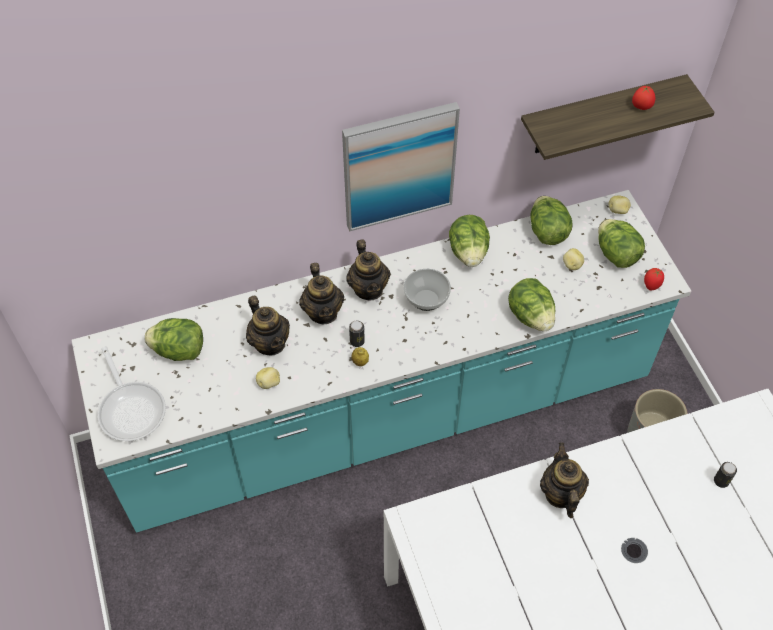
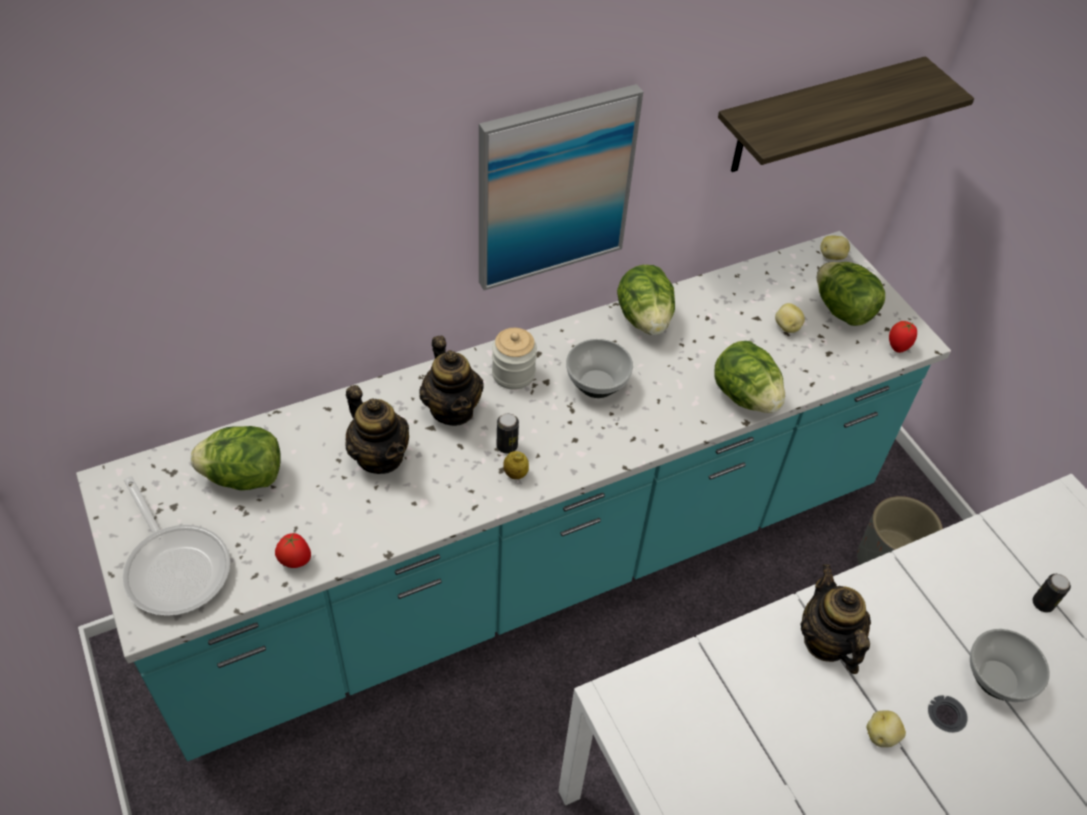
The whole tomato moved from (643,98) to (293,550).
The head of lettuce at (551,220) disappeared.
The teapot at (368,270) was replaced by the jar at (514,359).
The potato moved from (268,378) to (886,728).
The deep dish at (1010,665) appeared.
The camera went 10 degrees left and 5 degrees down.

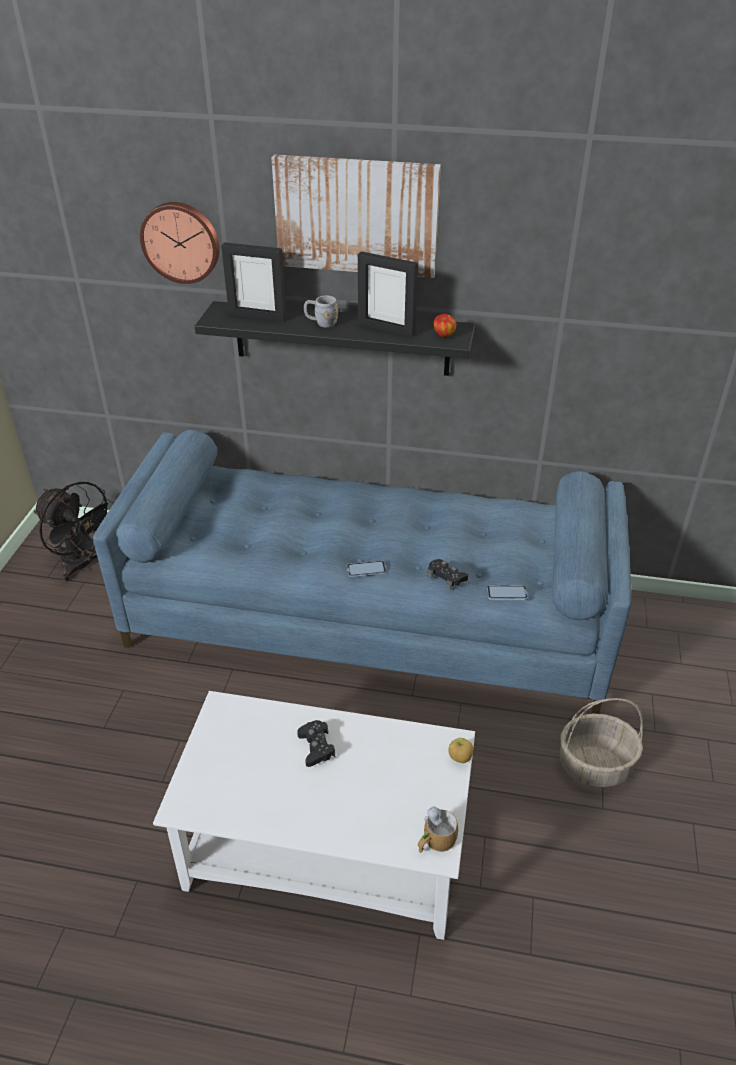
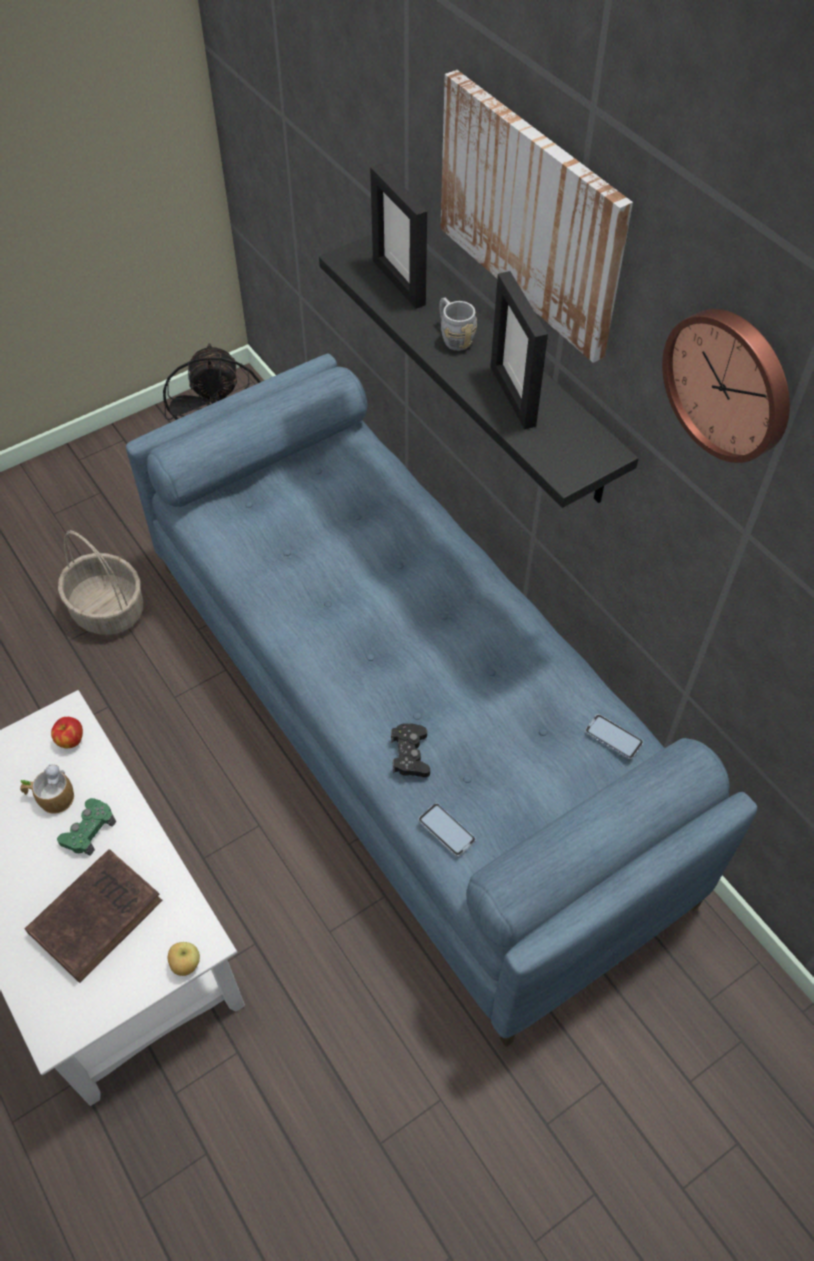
The wall clock moved from (180,243) to (726,386).
The apple moved from (444,325) to (67,732).
The handset moved from (366,568) to (614,737).
The household basket moved from (601,742) to (100,582).
The black joypad at (316,743) became the green joypad at (86,827).
The mug moved from (438,830) to (47,789).
The brown book at (94,916) appeared.
The camera went 45 degrees right and 15 degrees up.

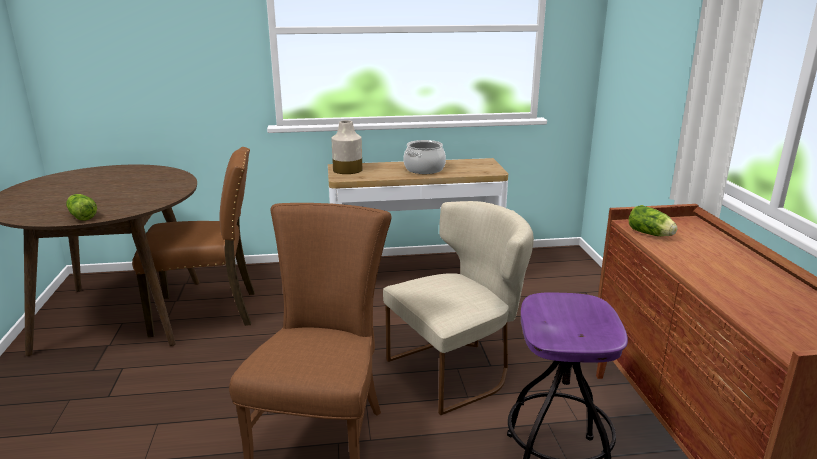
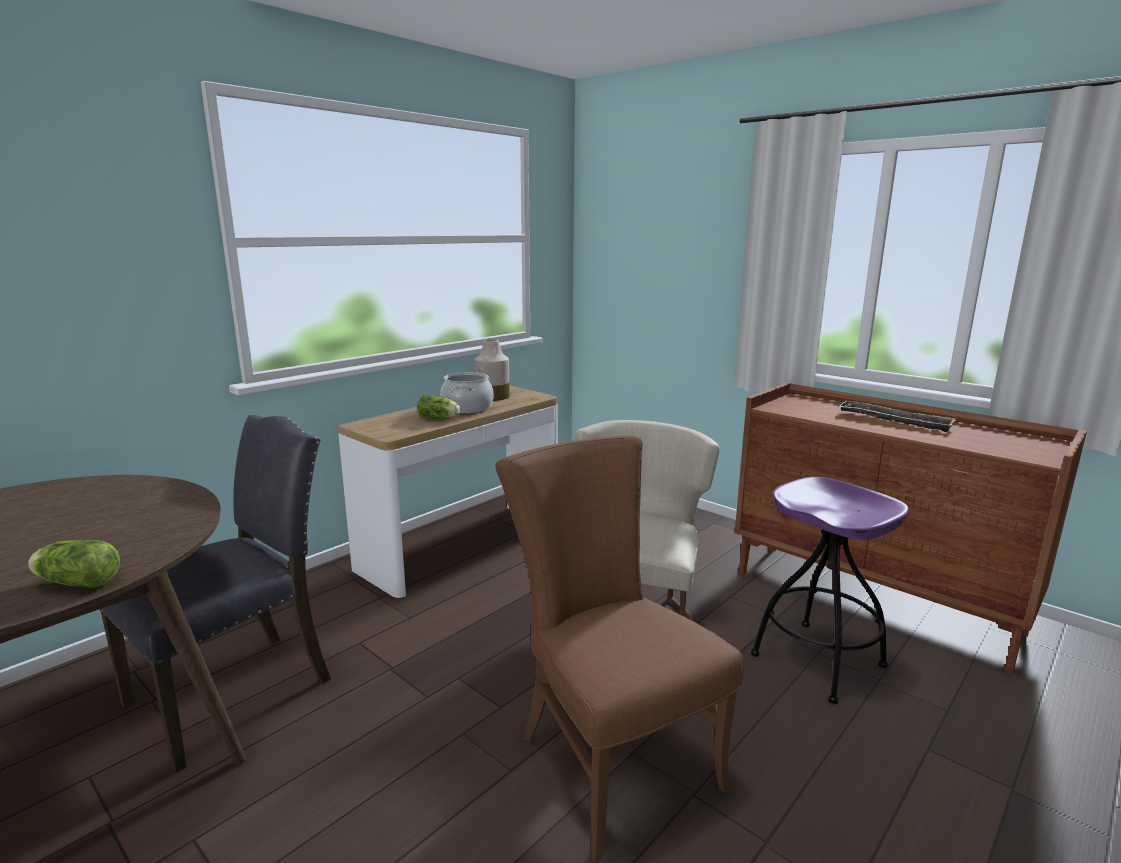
The sand-coloured flower vase moved from (346,147) to (492,370).
The brown upright chair at (193,242) became the grey upright chair at (215,594).
The head of lettuce moved from (653,220) to (438,407).
The tray at (897,416) appeared.
The camera went 40 degrees left and 5 degrees down.

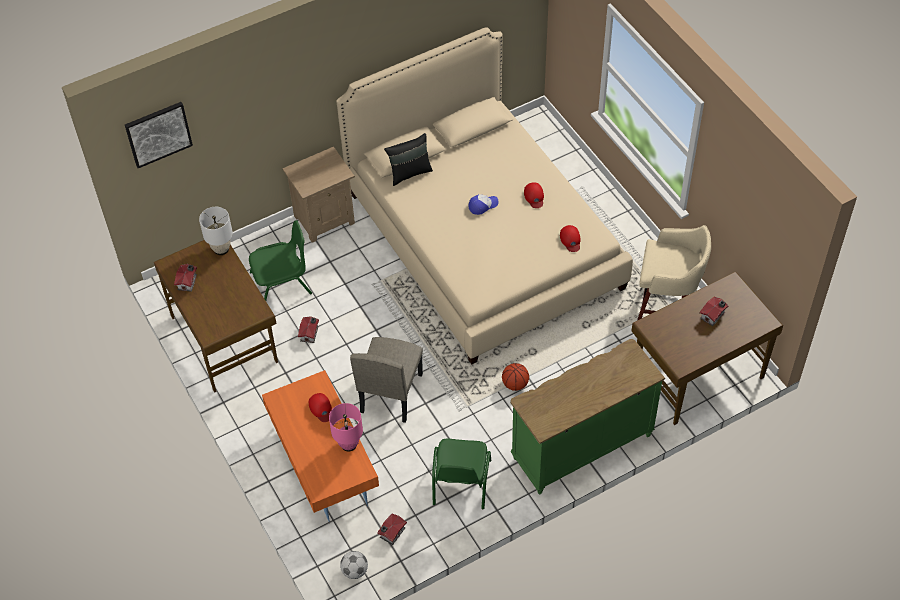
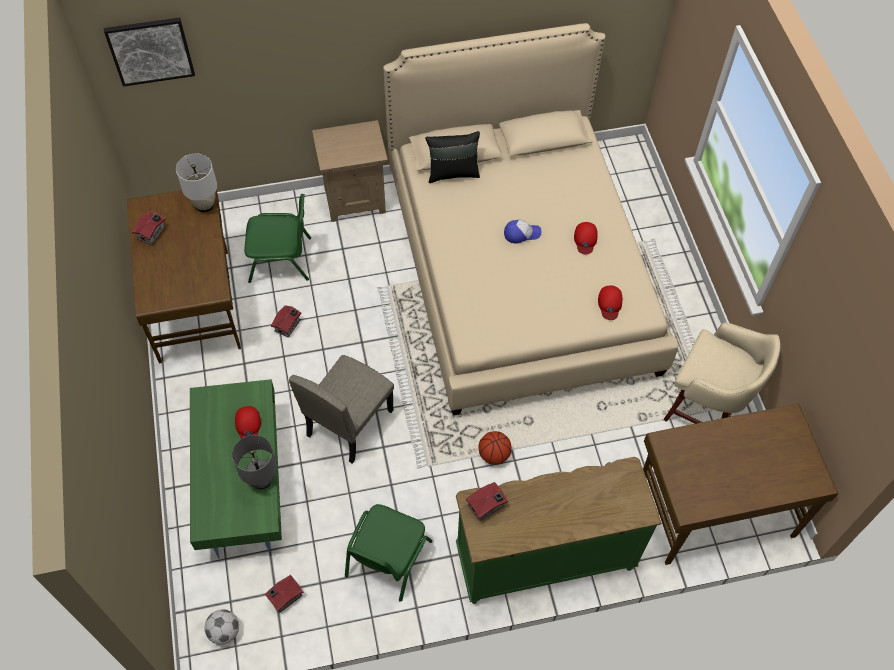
The toy house moved from (714,311) to (487,501).
The orange low table at (320,447) became the green low table at (236,470).
The pink lamp for a table at (346,427) became the grey lamp for a table at (254,462).
The camera went 15 degrees right and 5 degrees up.

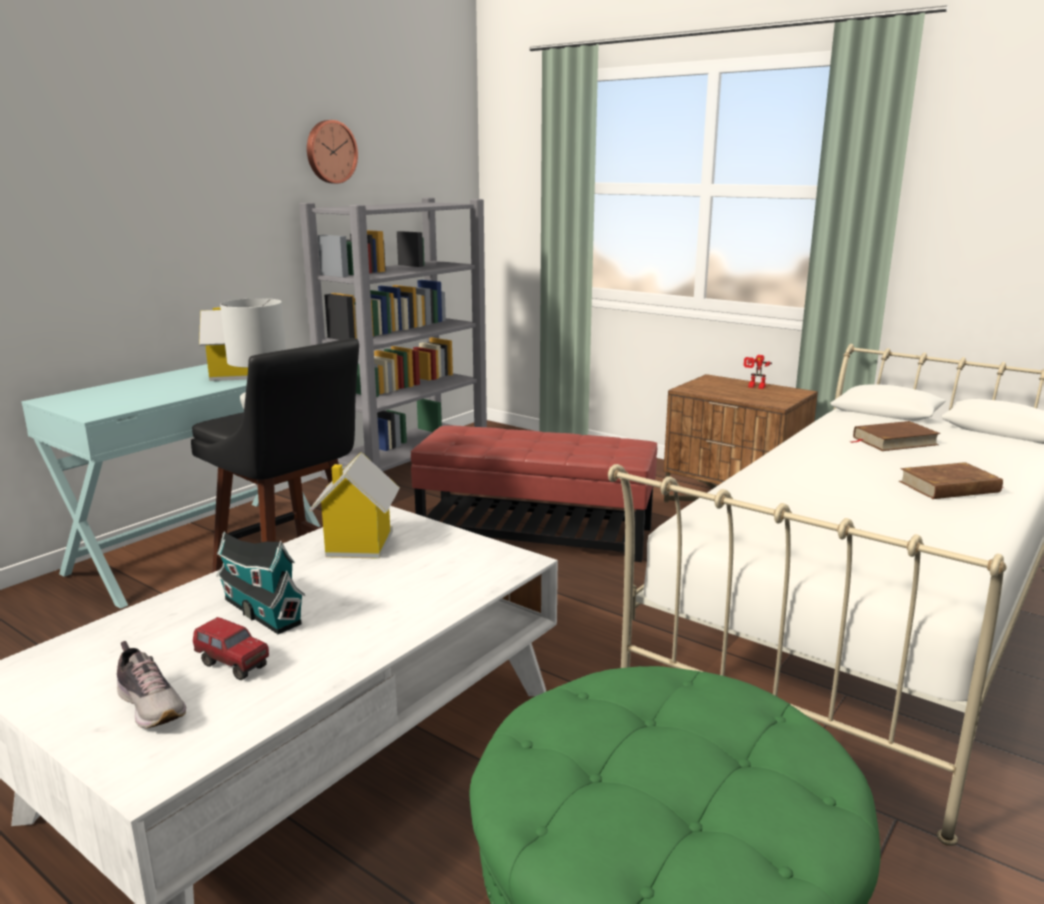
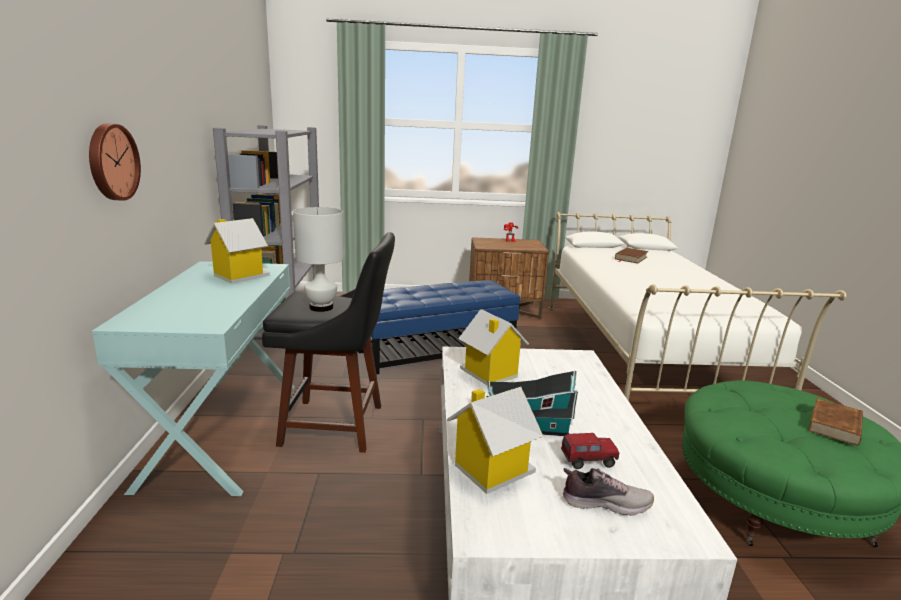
The wall clock moved from (332,152) to (115,162).
The red-coloured ottoman at (534,493) became the bluish ottoman at (439,327).
The brown book moved from (951,480) to (835,422).
The toy house at (495,440) appeared.
The camera went 40 degrees left and 0 degrees up.

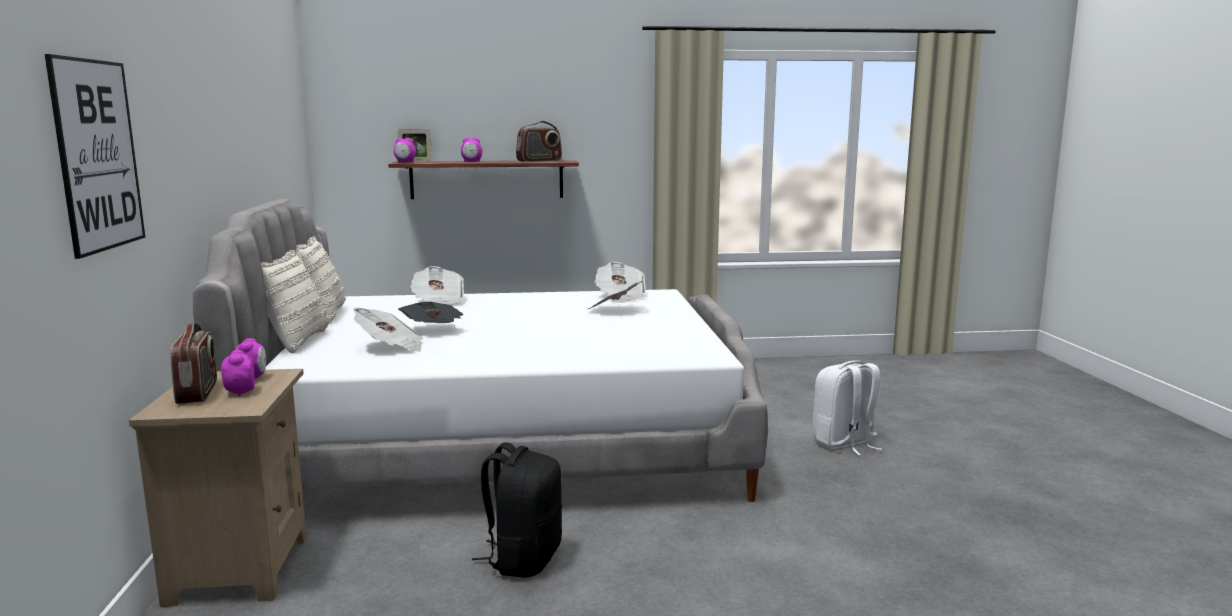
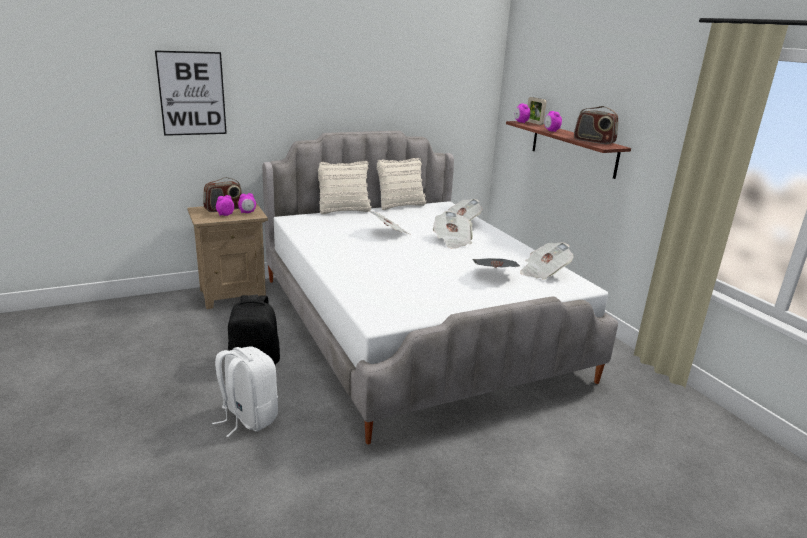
The daily paper moved from (388,329) to (453,230).
The whitish backpack moved from (847,407) to (245,392).
The camera went 70 degrees right and 10 degrees up.

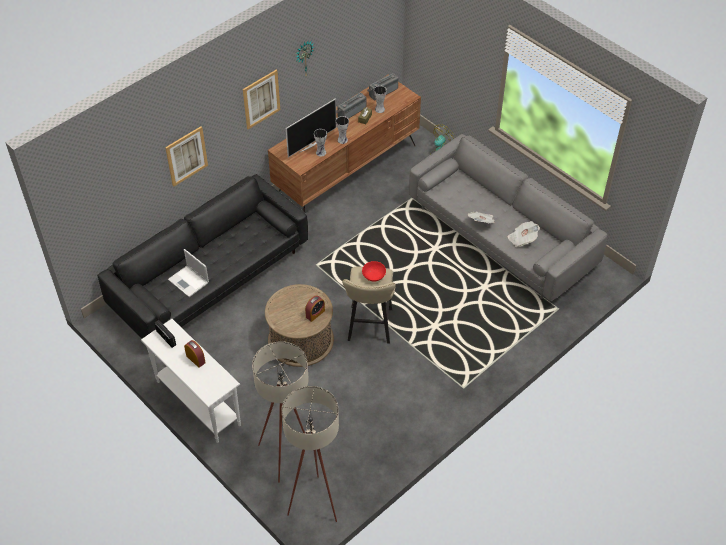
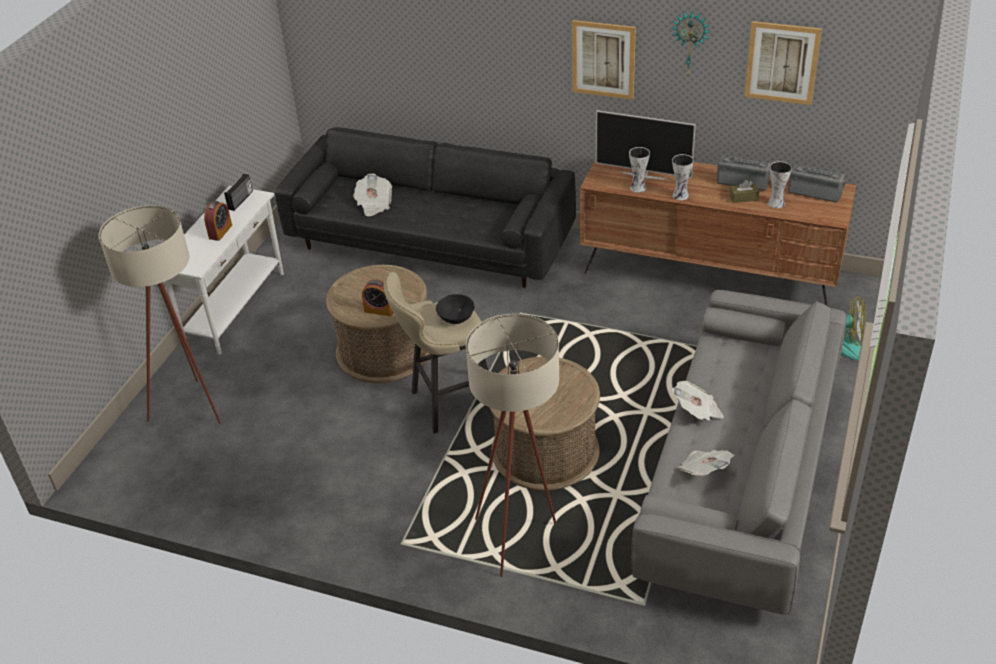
The picture moved from (186,156) to (783,63).
The portable computer at (188,273) was replaced by the daily paper at (372,195).
The red-coloured deep dish at (374,271) became the black deep dish at (455,309).
The sand-coloured floor lamp moved from (310,454) to (512,445).
The brown low table at (544,423) appeared.
The camera went 65 degrees right and 10 degrees down.

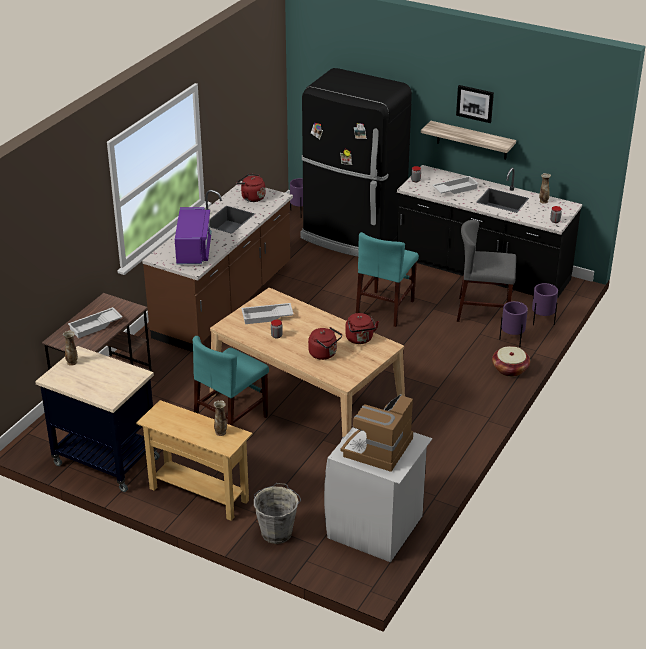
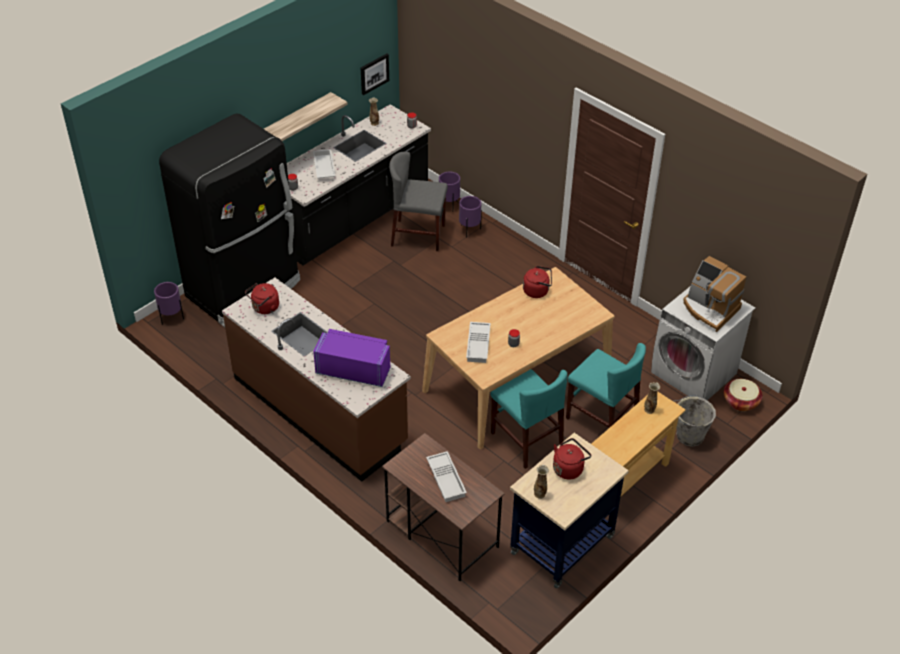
The picture moved from (475,104) to (375,74).
The grey upright chair at (486,271) turned 75 degrees clockwise.
The turquoise upright chair moved from (387,279) to (606,385).
The red-coloured water kettle moved from (325,343) to (572,458).
The household basket moved from (511,361) to (743,395).
The camera went 75 degrees left and 10 degrees up.

